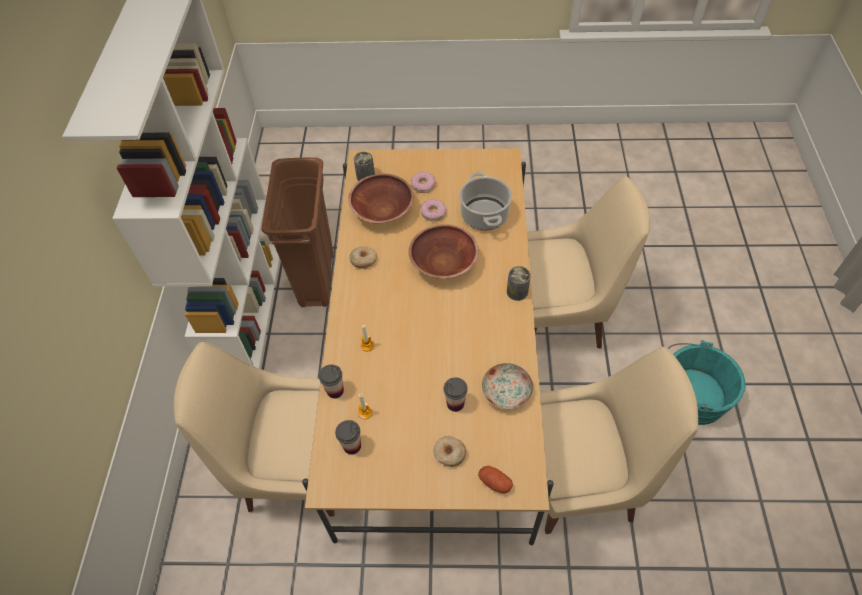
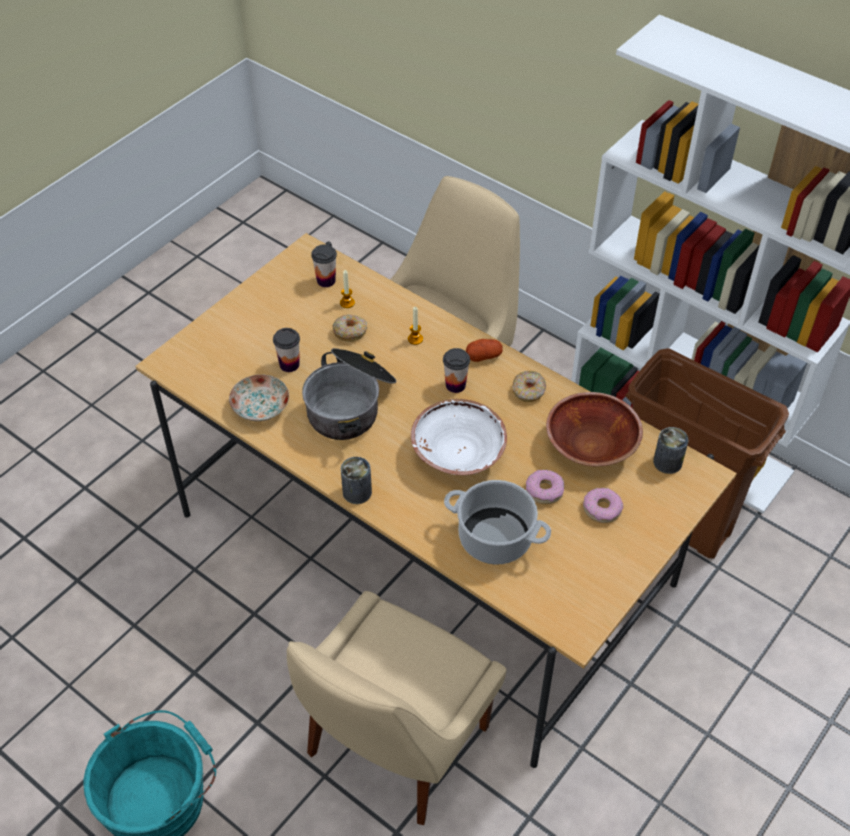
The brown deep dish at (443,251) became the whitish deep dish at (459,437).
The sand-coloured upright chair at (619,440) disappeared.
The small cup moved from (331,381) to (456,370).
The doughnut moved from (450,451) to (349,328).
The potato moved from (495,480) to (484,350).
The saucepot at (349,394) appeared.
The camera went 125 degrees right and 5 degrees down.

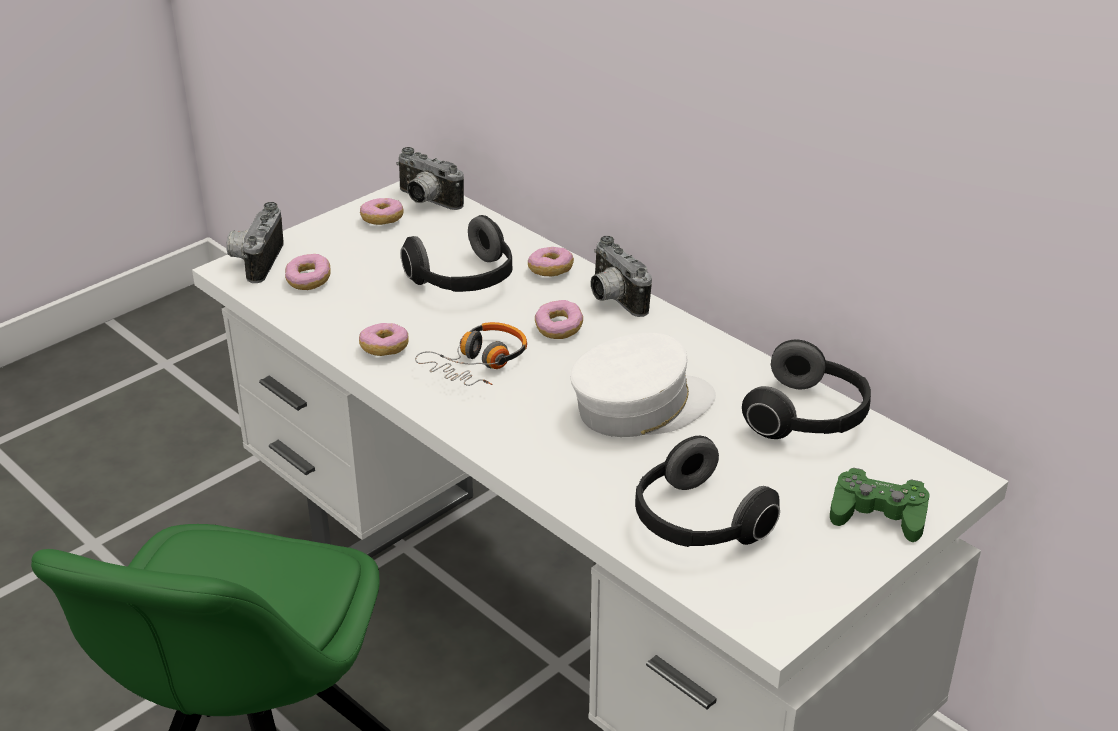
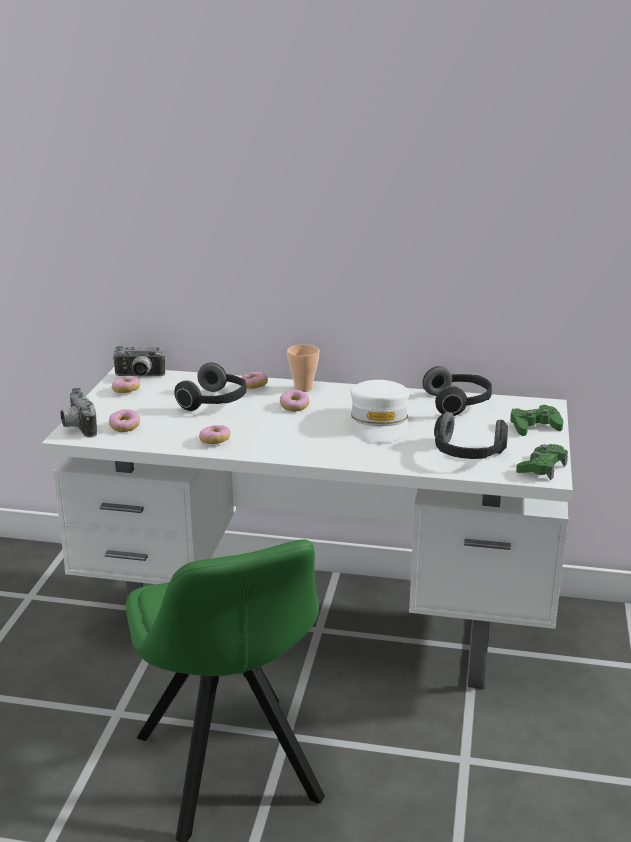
The photo camera at (621,276) was replaced by the small cup at (303,368).
The headset at (471,354) disappeared.
The whitish cap at (643,385) turned 150 degrees clockwise.
The green joypad at (542,462) appeared.
The camera went 35 degrees left and 10 degrees down.

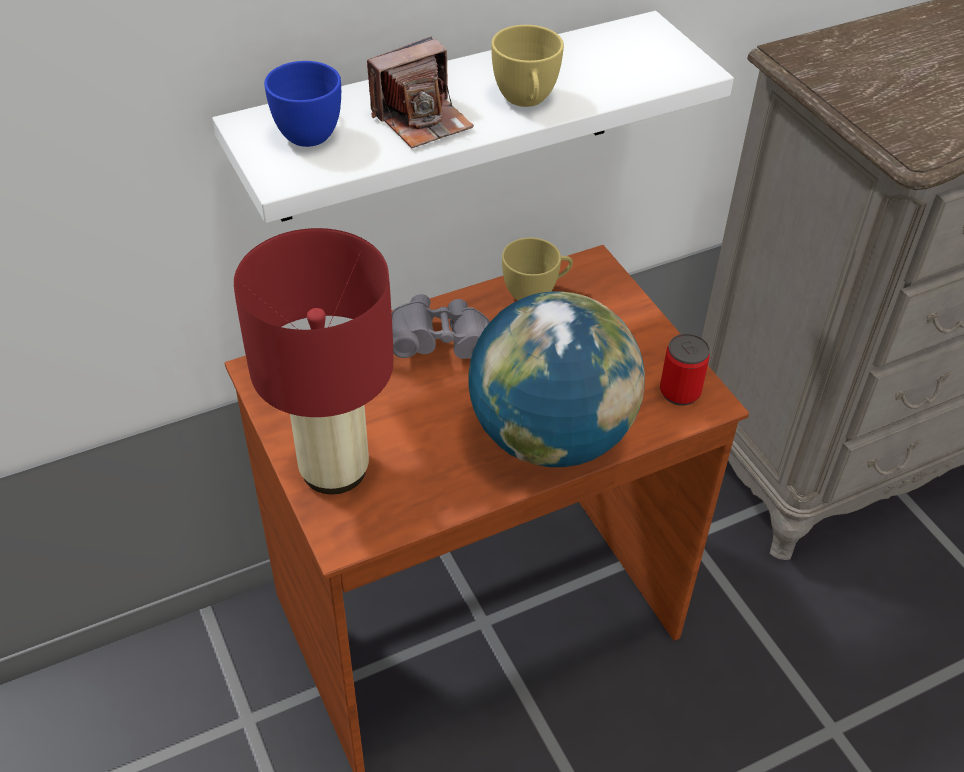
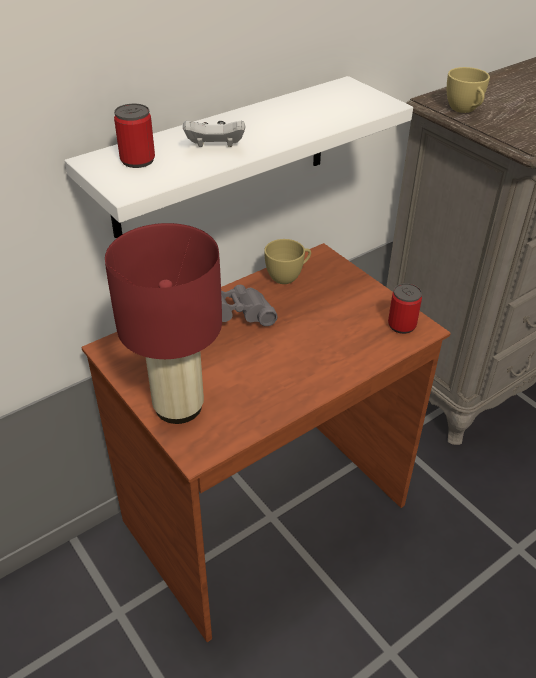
The yellow-coloured small cup moved from (527,66) to (468,90).
The photo camera at (420,92) was replaced by the whitish joypad at (214,134).
The bluish small cup at (302,104) was replaced by the sealed can at (134,136).
The globe at (557,379) disappeared.
The camera went 10 degrees left and 5 degrees down.

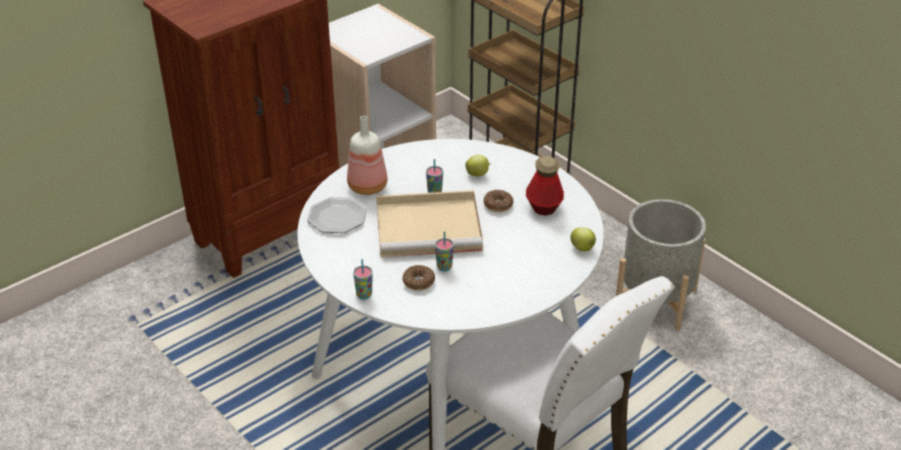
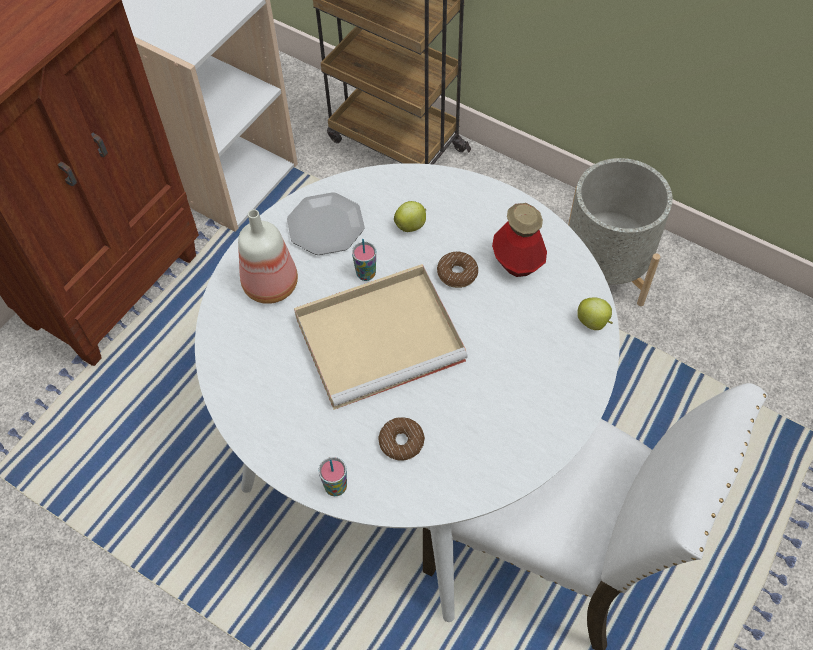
The dinner plate moved from (337,215) to (326,223).
The small cup at (444,251) disappeared.
The camera went 15 degrees left and 20 degrees up.

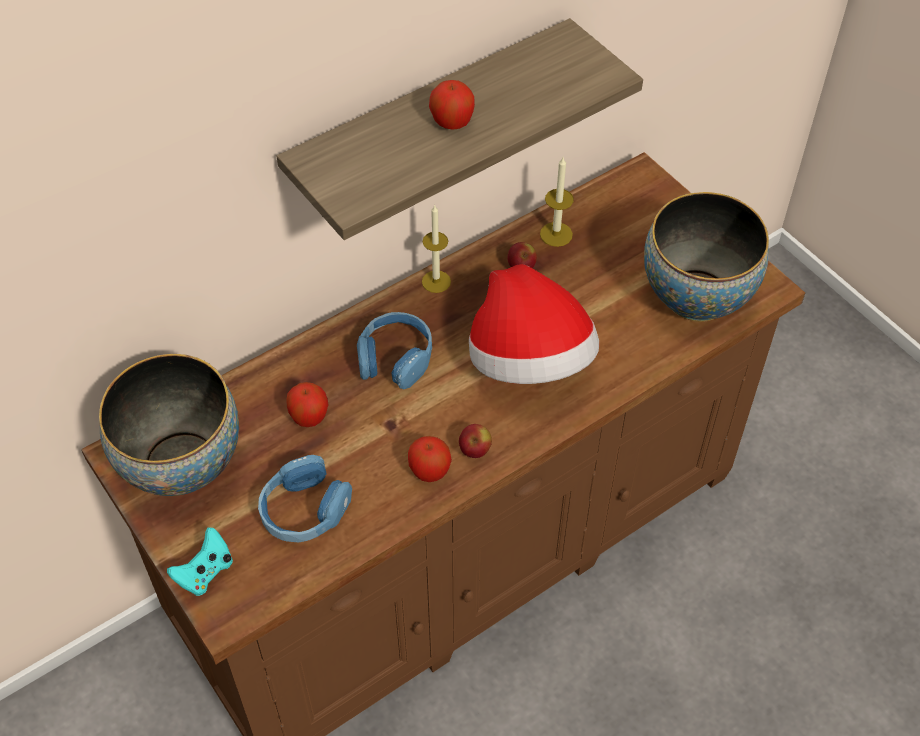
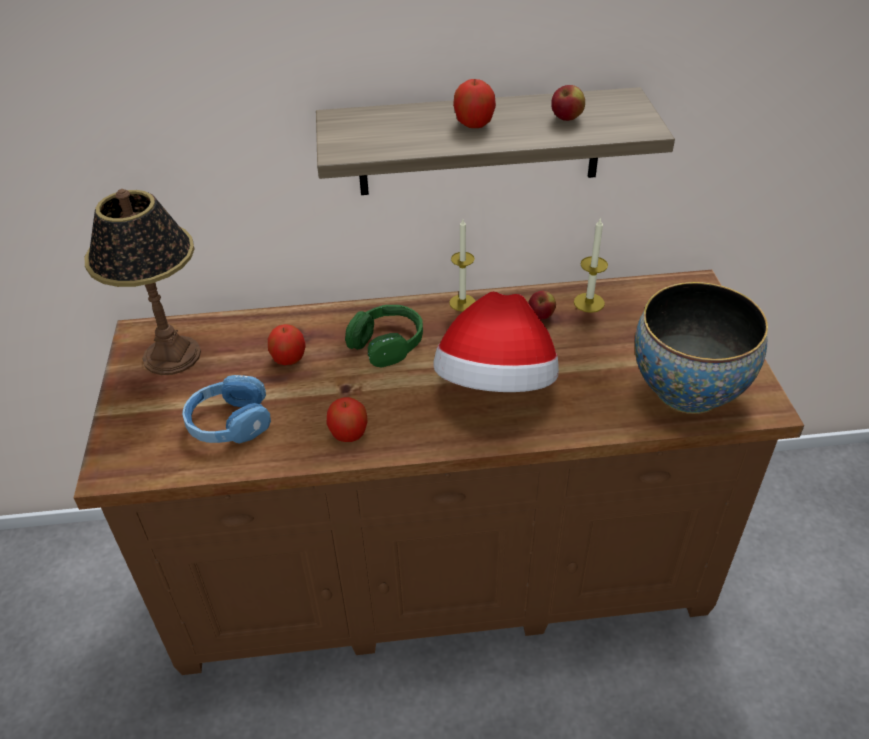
The bluish headset at (394,350) became the green headset at (384,336).
The deep dish at (169,425) was replaced by the lamp for a table at (143,282).
The apple moved from (475,441) to (568,103).
The turquoise joypad at (200,561) disappeared.
The camera went 30 degrees right and 10 degrees down.

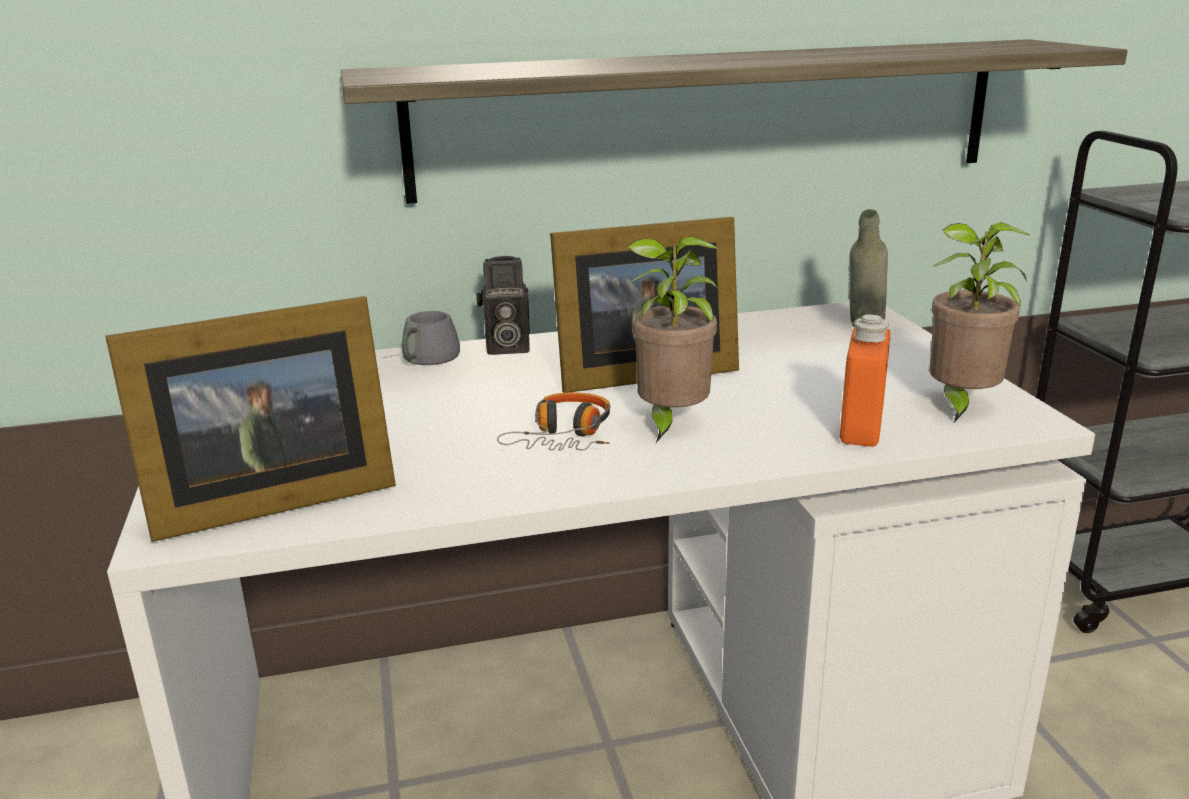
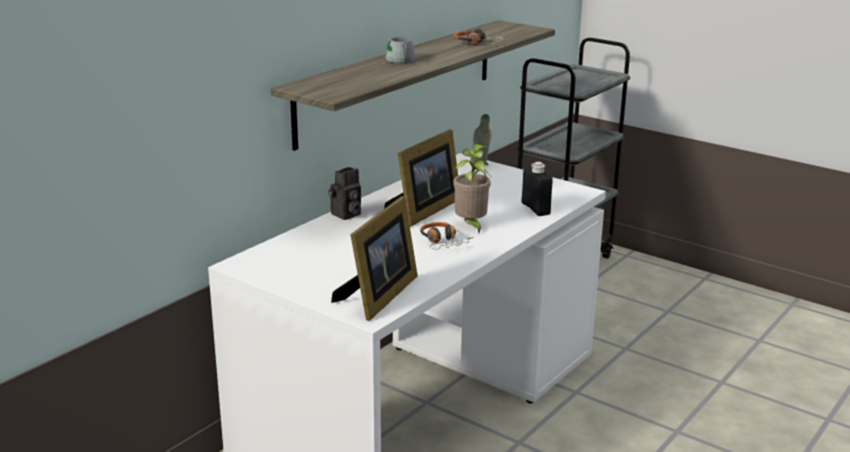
The plant in a pot at (980,323) disappeared.
The grey mug moved from (421,338) to (398,50).
The orange beverage bottle at (865,380) became the black beverage bottle at (537,189).
The headset at (480,37) appeared.
The camera went 40 degrees left and 0 degrees up.

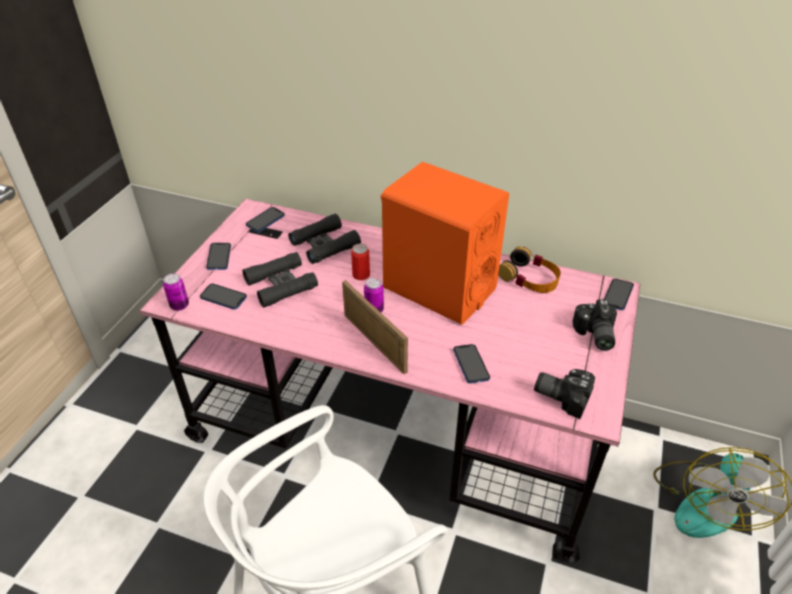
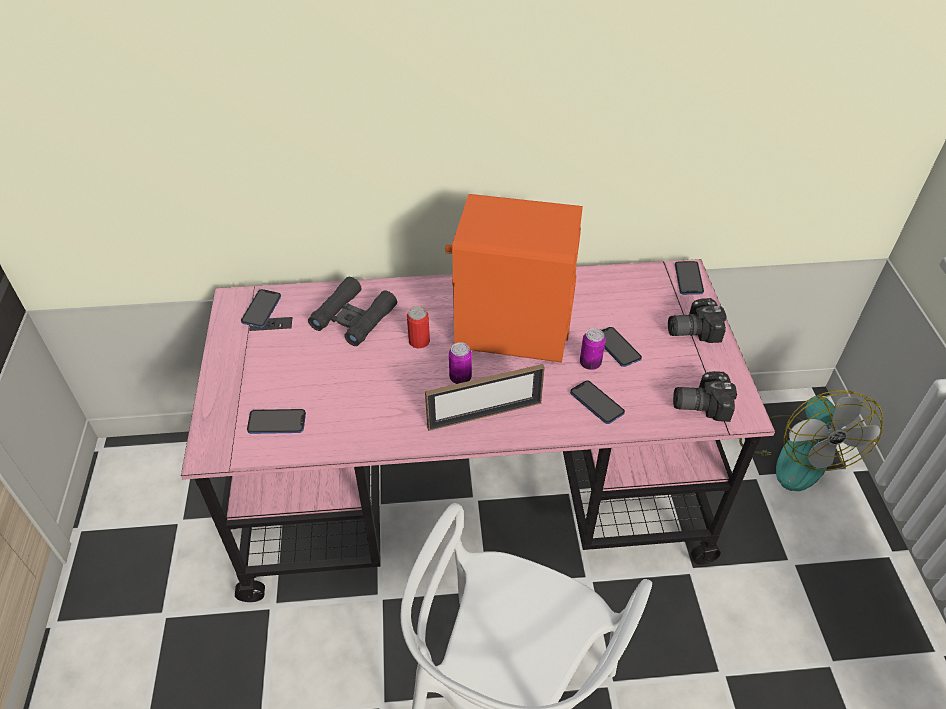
The handset moved from (218,256) to (622,347).
The headset at (529,269) disappeared.
The black field glasses at (280,280) disappeared.
The sealed can moved from (176,292) to (593,349).
The photo frame at (375,327) turned 135 degrees clockwise.
The photo camera at (594,325) turned 105 degrees clockwise.
The camera went 25 degrees left and 5 degrees up.

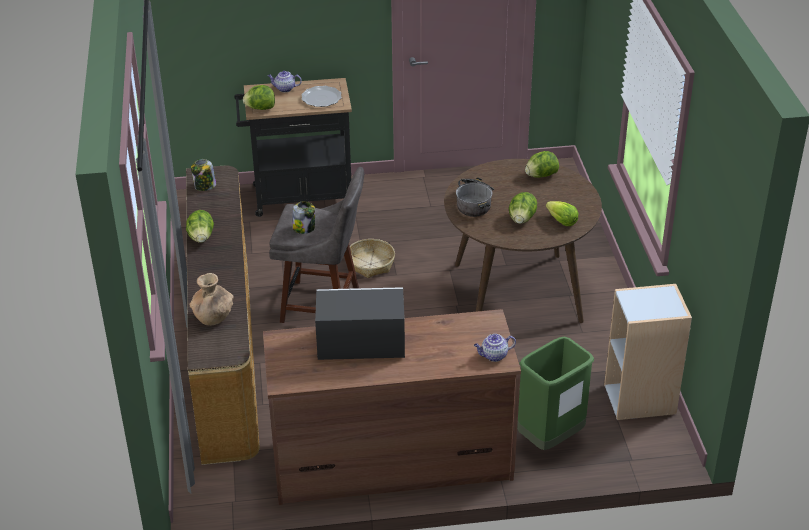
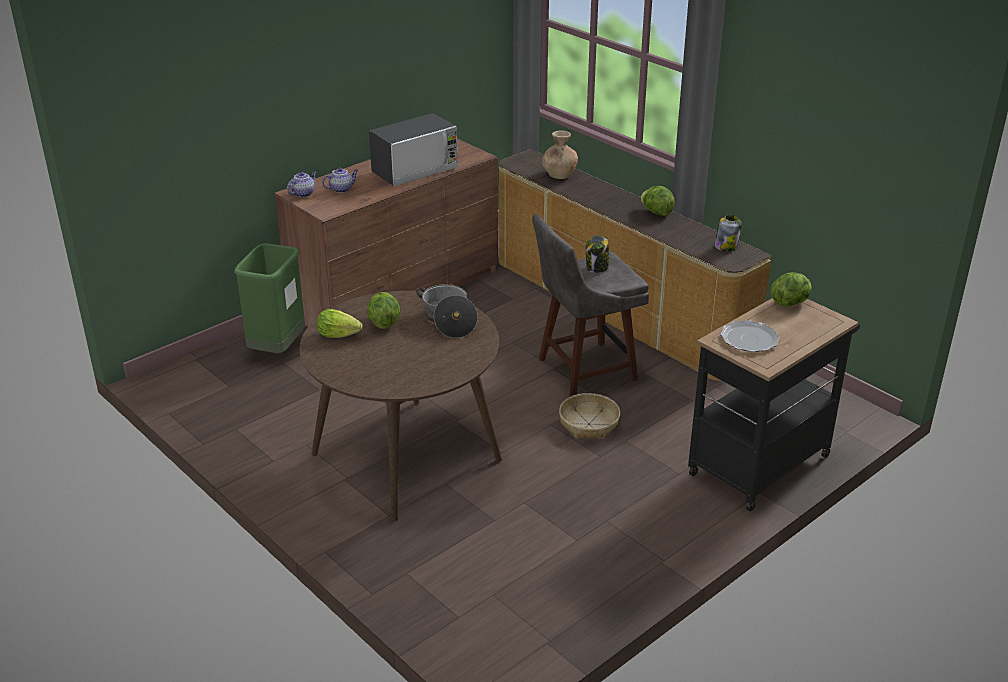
The teapot moved from (285,81) to (340,180).
The head of lettuce at (542,164) disappeared.
The bookshelf at (648,352) disappeared.
The camera went 145 degrees right and 5 degrees down.

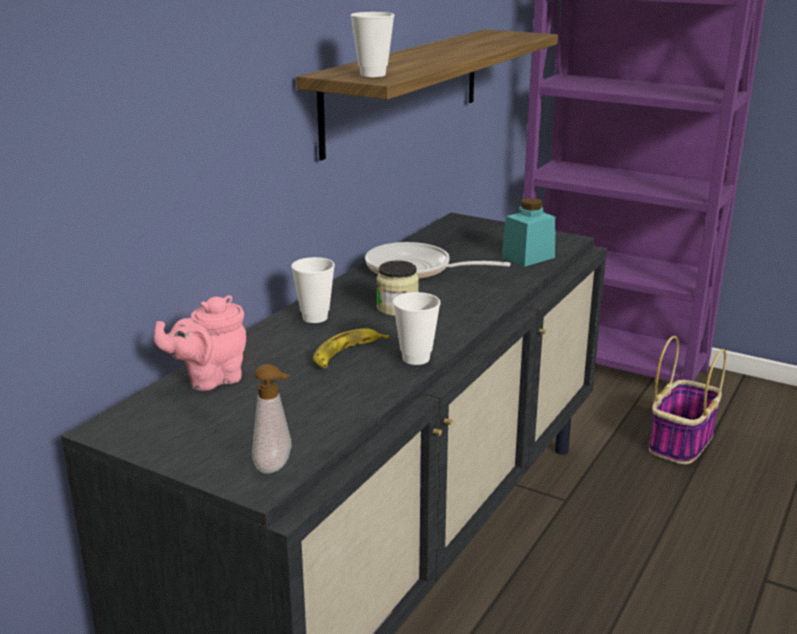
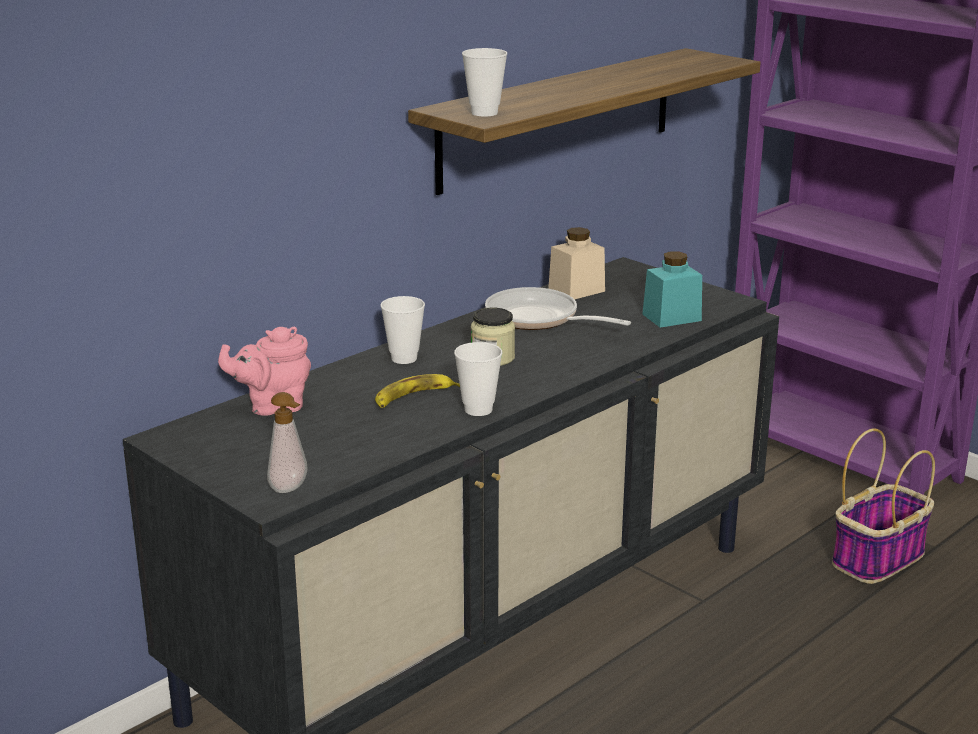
The sand-coloured jar at (576,263) appeared.
The camera went 15 degrees right and 0 degrees up.

